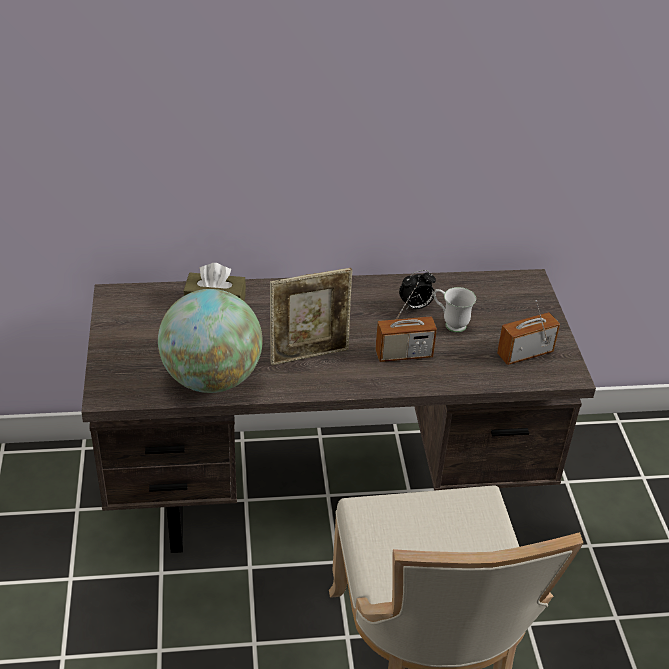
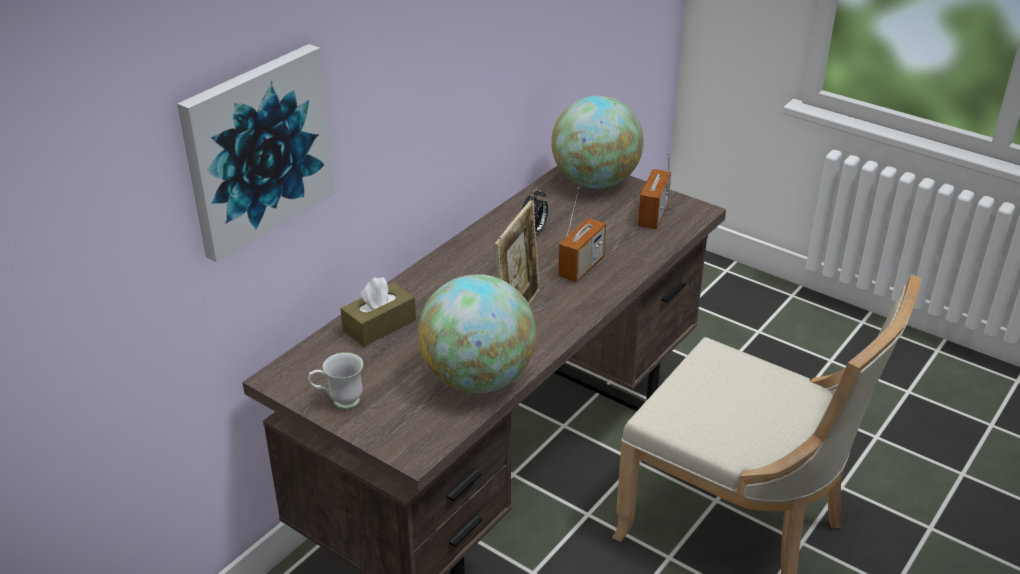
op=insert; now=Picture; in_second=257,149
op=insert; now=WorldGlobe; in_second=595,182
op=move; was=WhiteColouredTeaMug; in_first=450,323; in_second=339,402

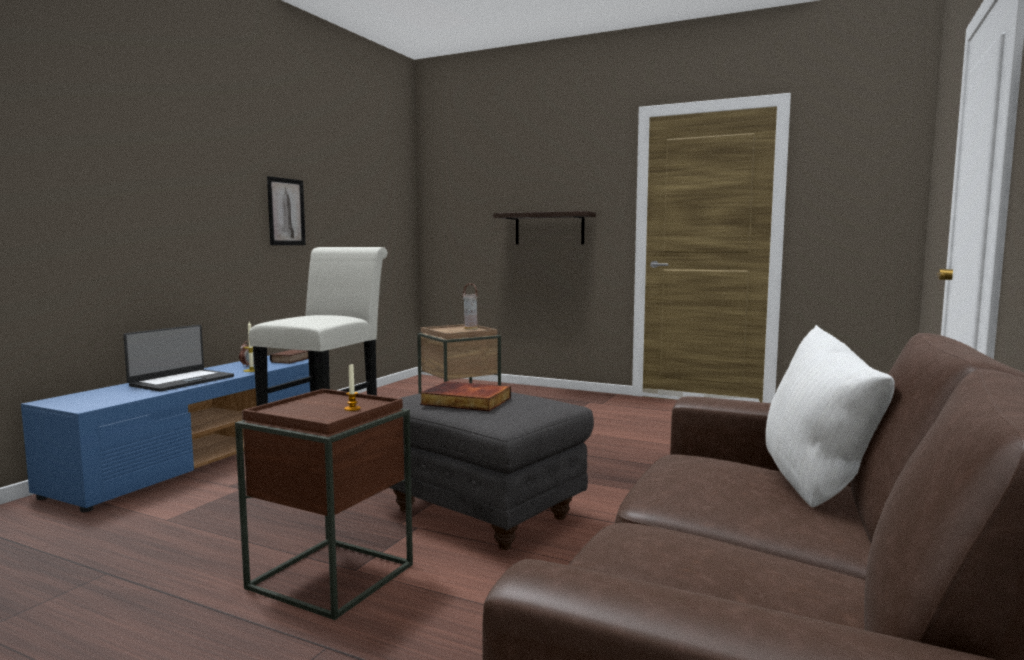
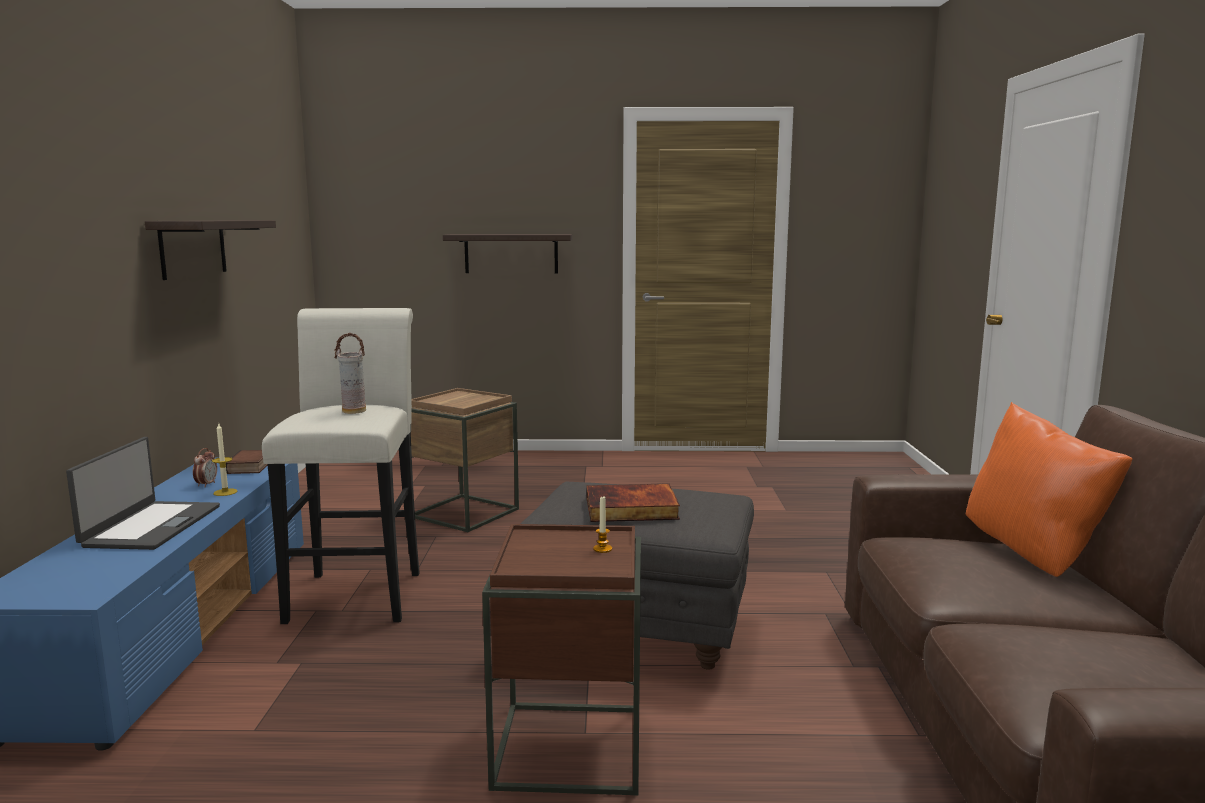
op=move; was=Vase; in_first=470,329; in_second=353,411
op=replace; was=Picture; now=WallShelf; in_first=286,212; in_second=193,248
op=recolor; was=WhiteColouredCushion; now=OrangeColouredCushion; in_first=820,488; in_second=1033,555

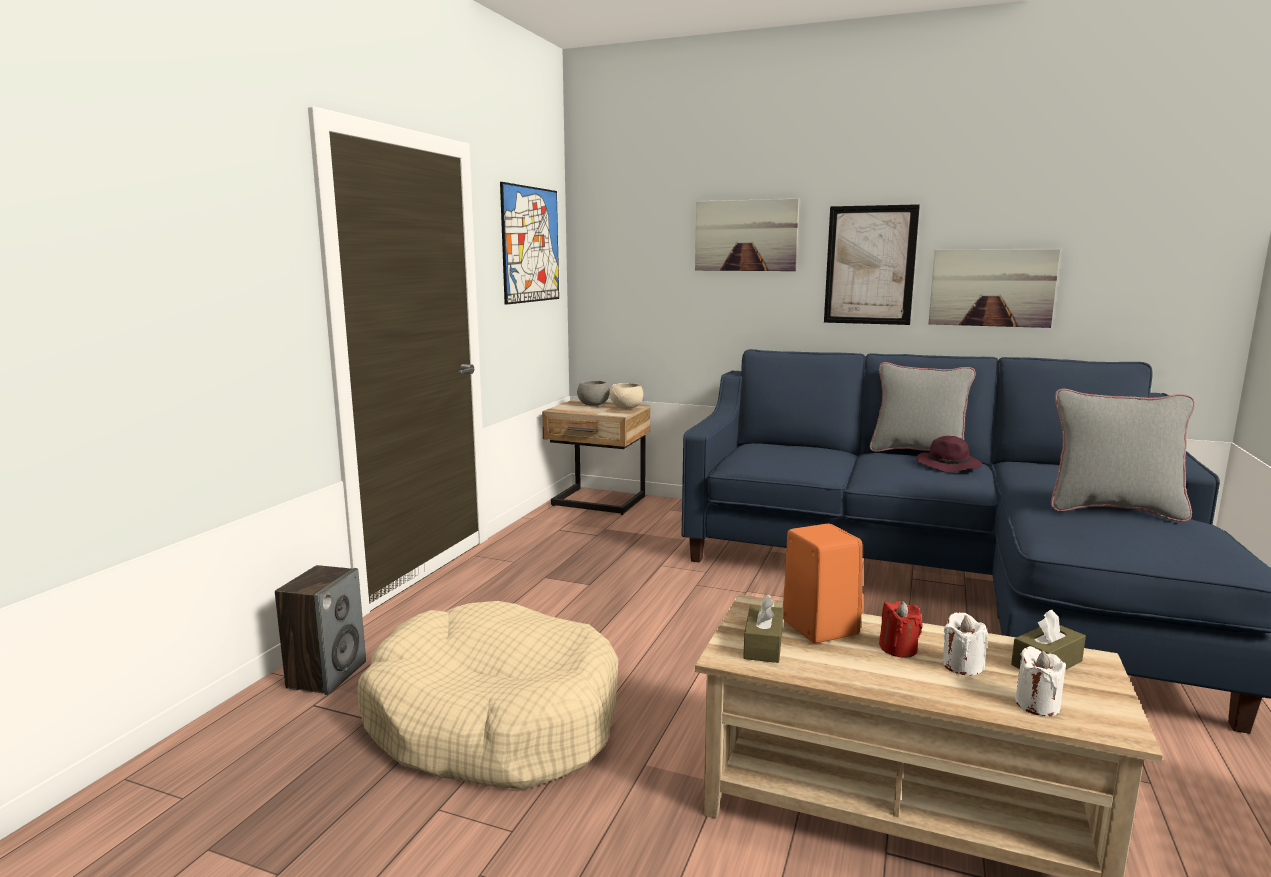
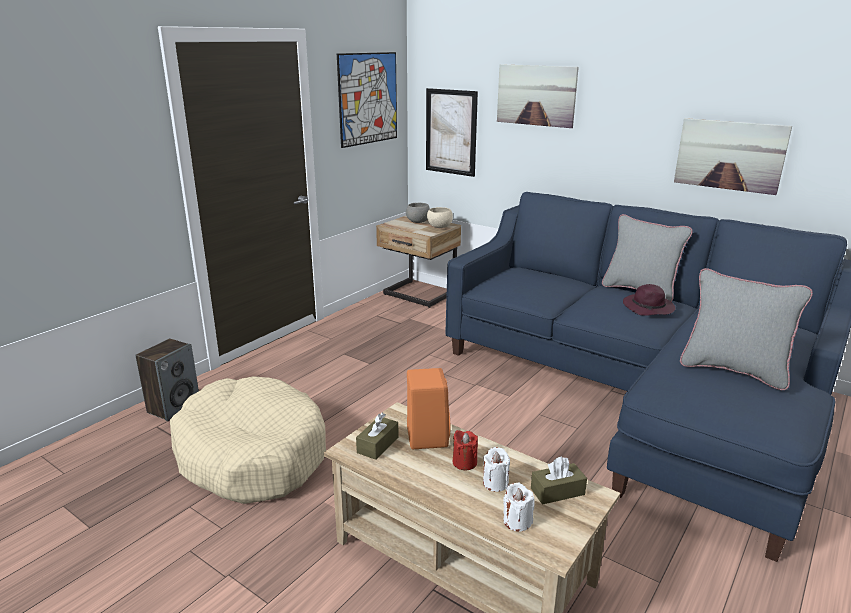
op=move; was=Picture; in_first=870,265; in_second=451,132

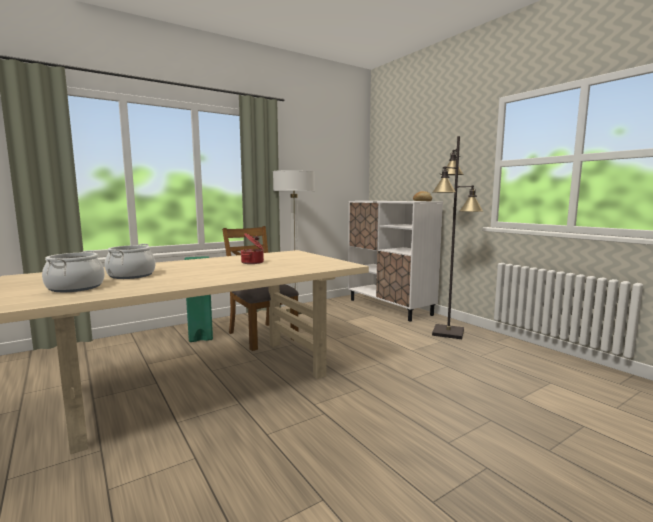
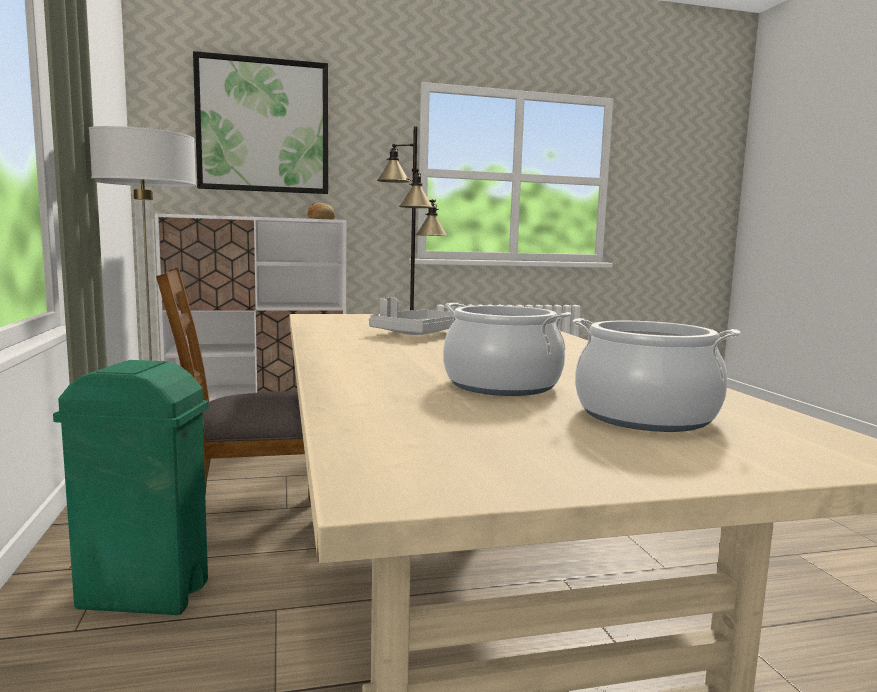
op=insert; now=Picture; in_second=263,126
op=replace; was=Saucepot; now=GreyCarryingTray; in_first=253,262; in_second=418,334

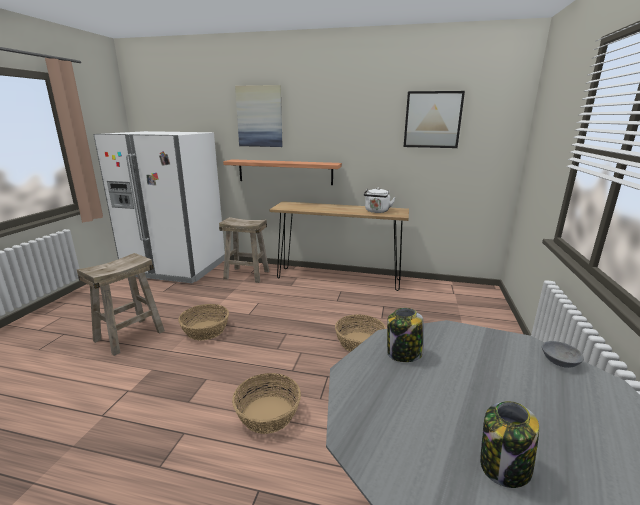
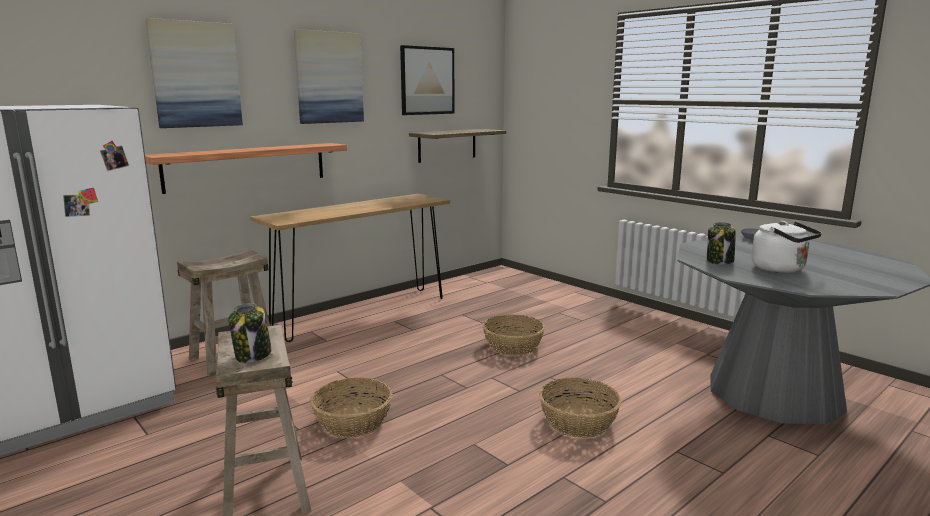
op=insert; now=Picture; in_second=329,77
op=insert; now=WallShelf; in_second=447,145
op=move; was=WhiteColouredWaterKettle; in_first=376,211; in_second=781,269
op=move; was=PreserveJar; in_first=504,467; in_second=253,355

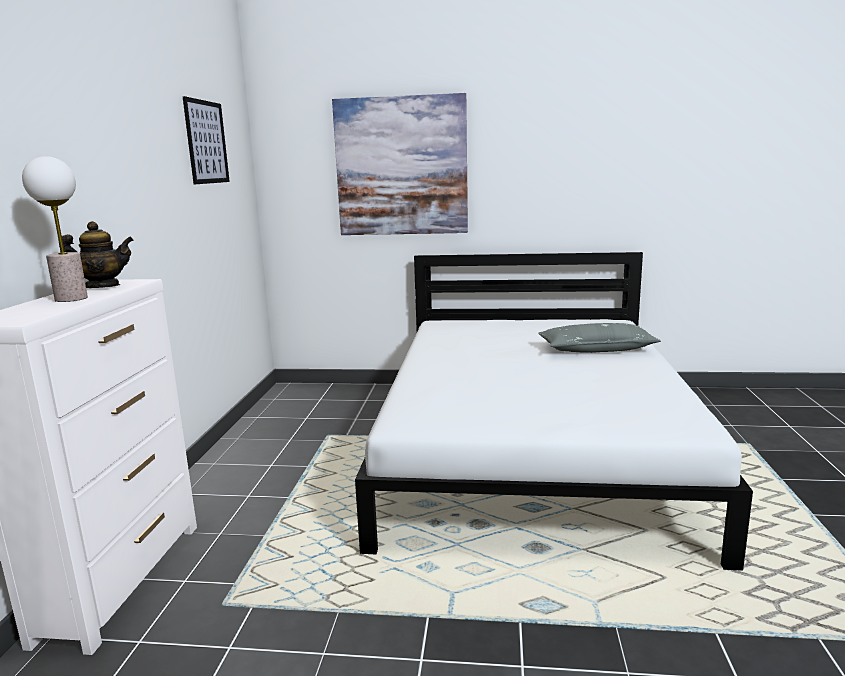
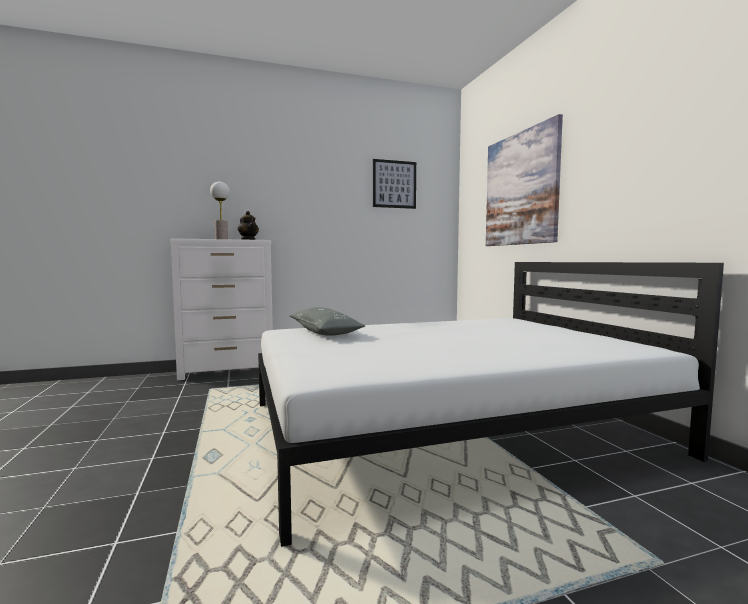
op=move; was=GreyCushion; in_first=597,349; in_second=325,332

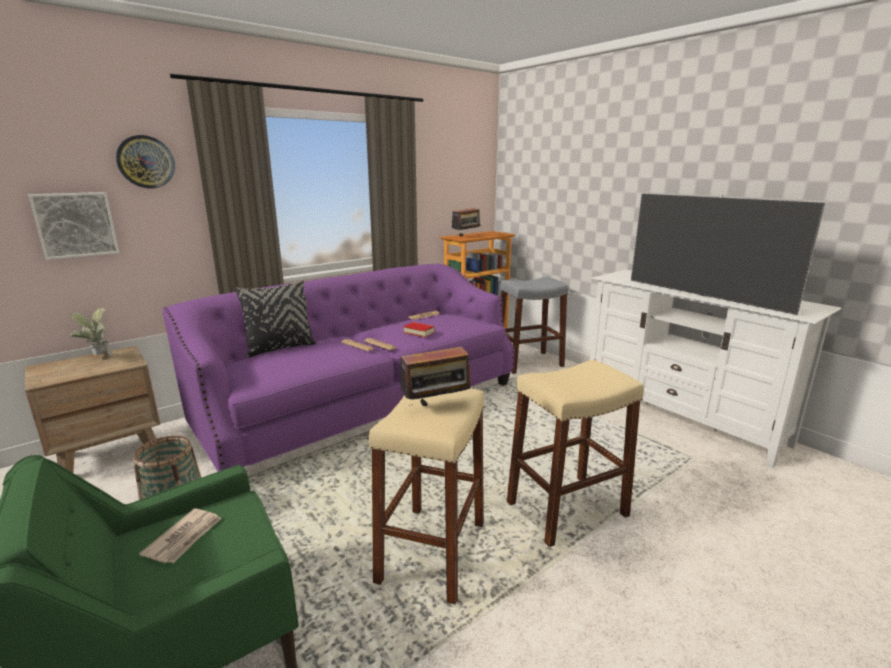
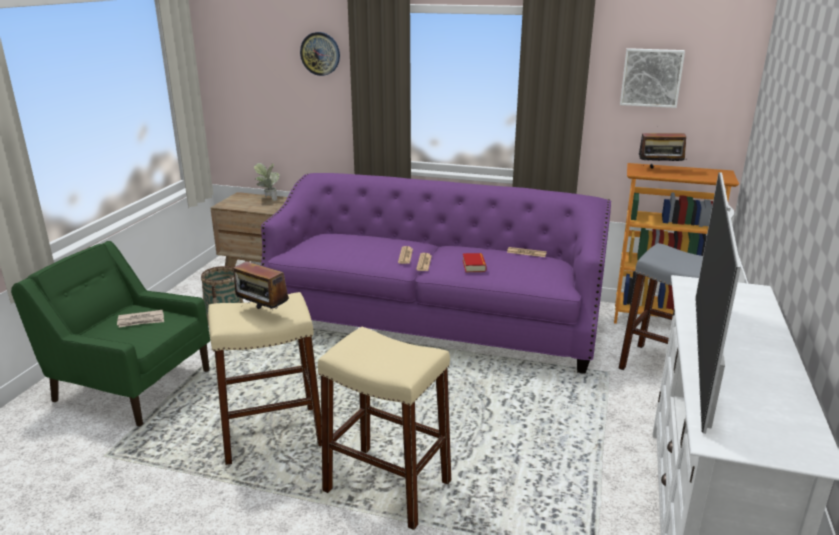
op=delete; was=BlackColouredCushion; in_first=280,348
op=move; was=Picture; in_first=76,224; in_second=651,77

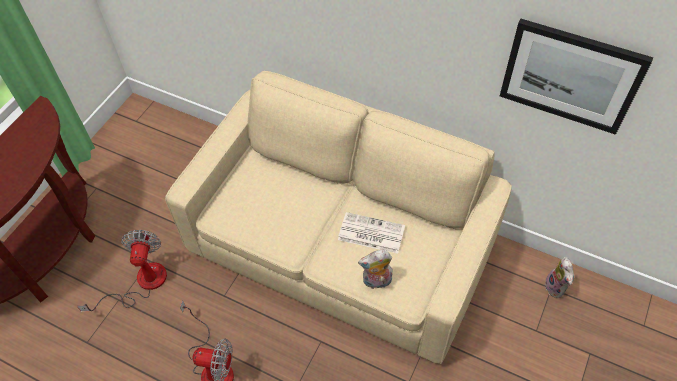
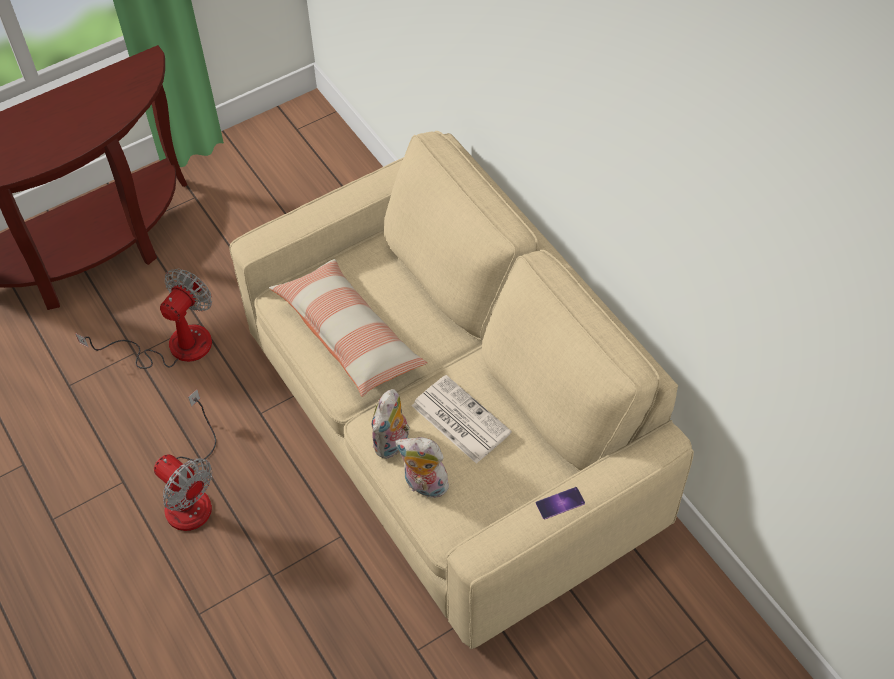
op=delete; was=Picture; in_first=570,76
op=insert; now=Cushion; in_second=349,336
op=insert; now=Telephone; in_second=560,503
op=move; was=CuddlyToy; in_first=556,287; in_second=392,444

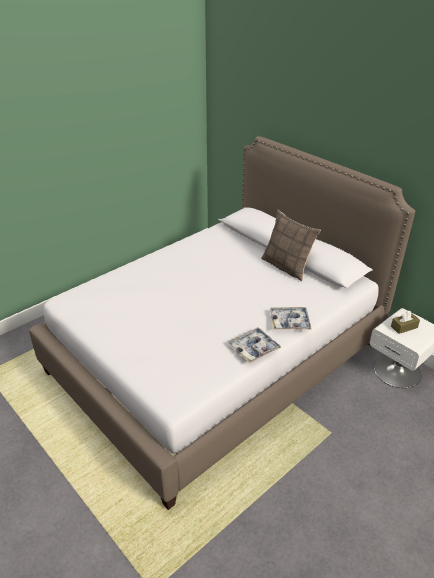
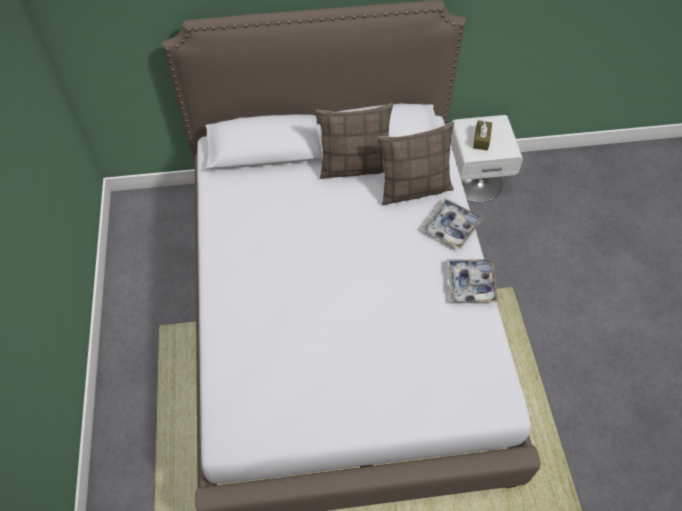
op=insert; now=Cushion; in_second=414,188

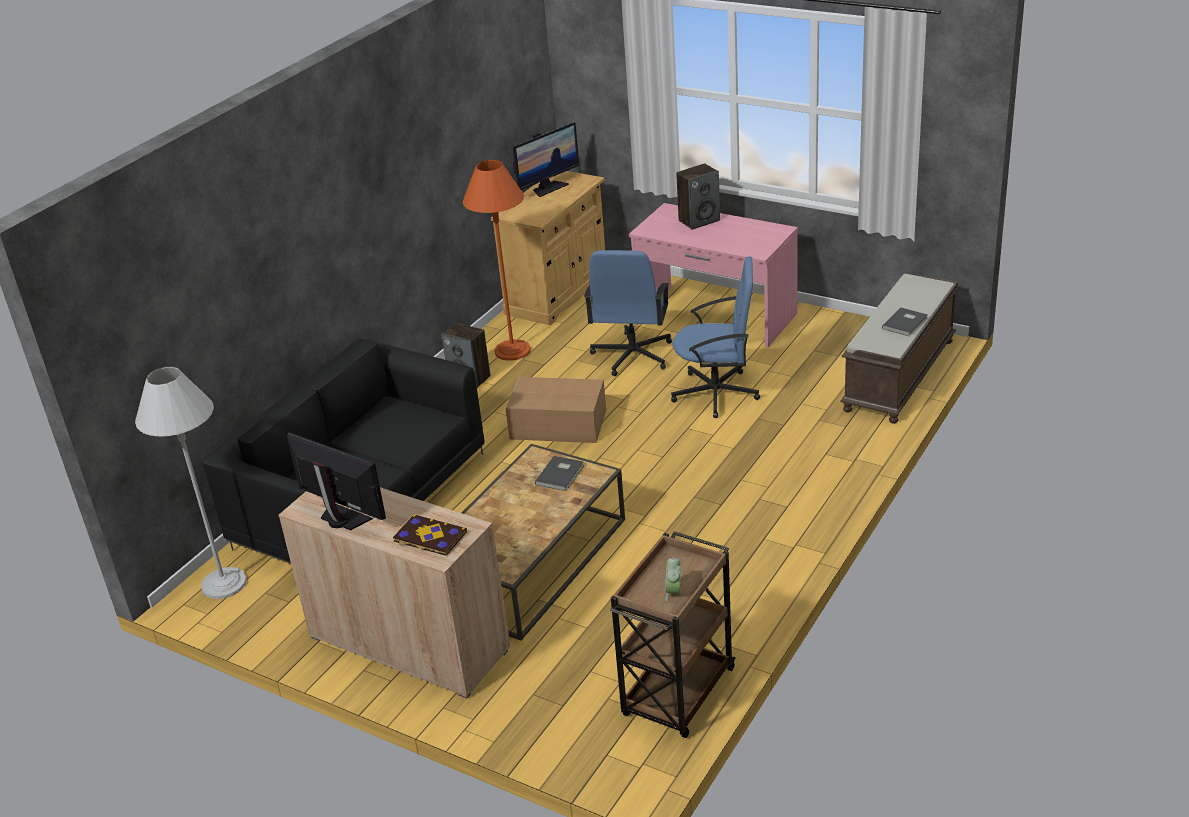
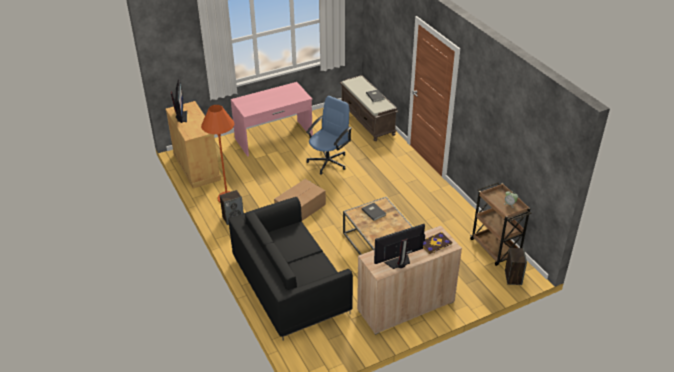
op=delete; was=WhiteColouredStandardLamp; in_first=224,583
op=delete; was=BlueOfficeChair; in_first=632,355
op=move; was=Speaker; in_first=699,220; in_second=513,277

